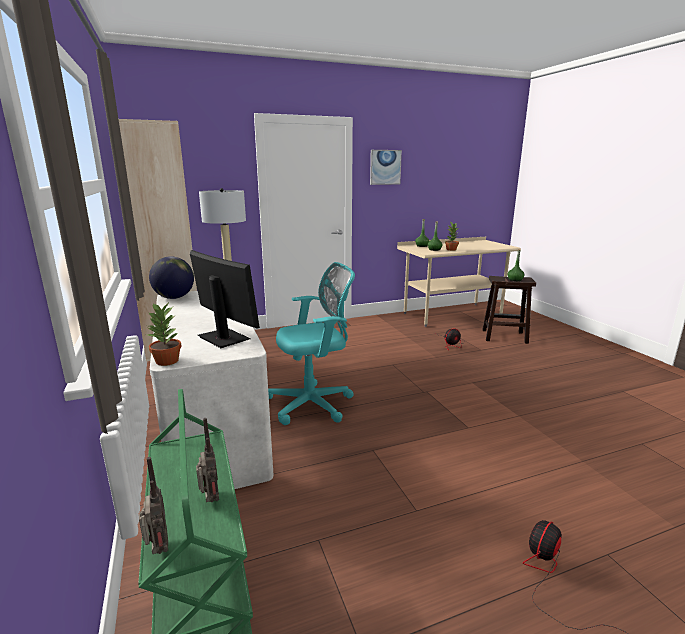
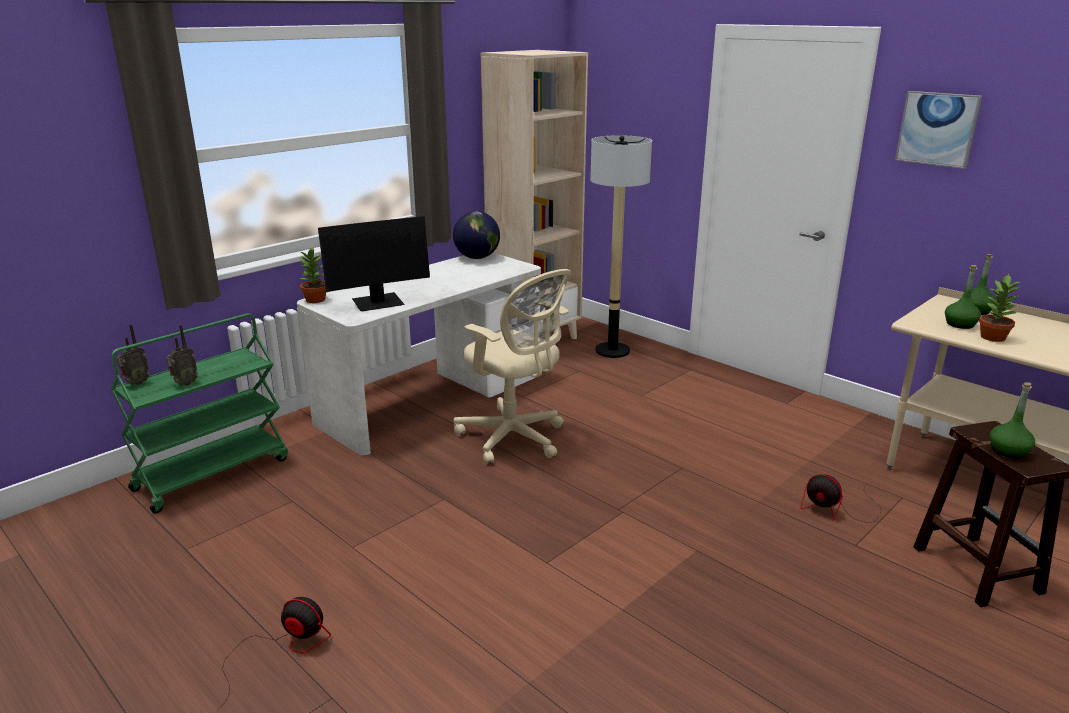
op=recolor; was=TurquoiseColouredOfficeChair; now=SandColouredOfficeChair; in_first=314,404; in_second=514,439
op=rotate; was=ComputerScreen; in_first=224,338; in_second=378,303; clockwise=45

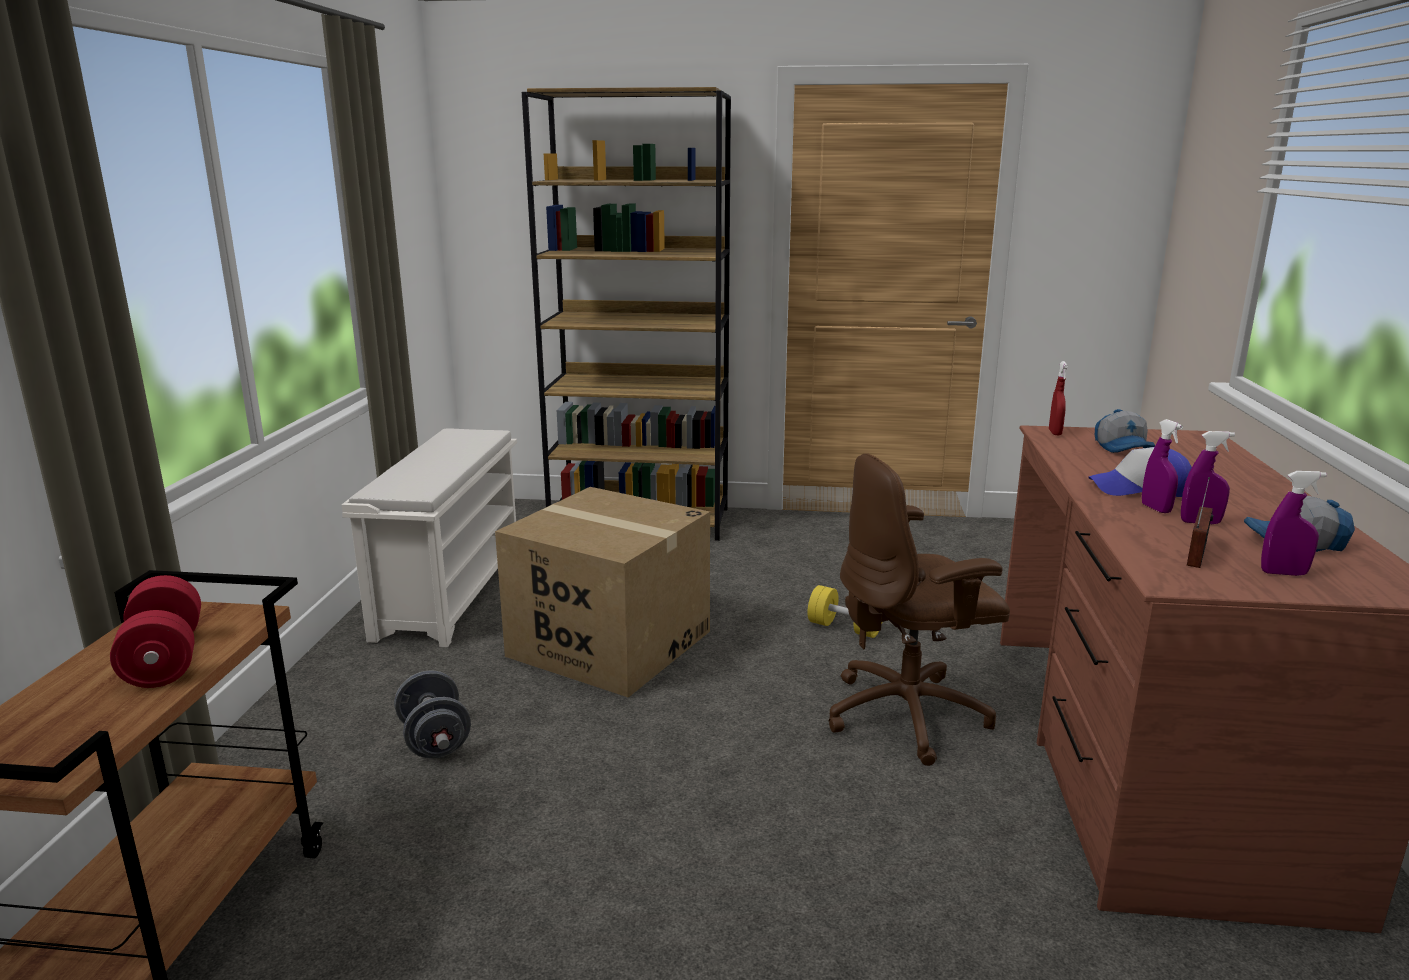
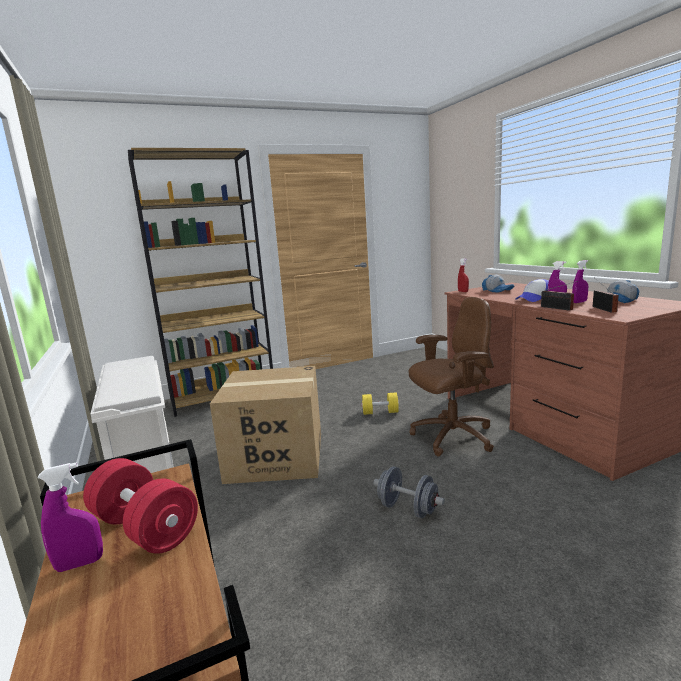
op=insert; now=RadioSet; in_second=558,308
op=move; was=GreyFreeWeight; in_first=435,740; in_second=408,509
op=move; was=PurpleColouredSprayBottle; in_first=1283,573; in_second=79,564
op=rotate; was=BrownOfficeChair; in_first=909,715; in_second=451,437; clockwise=-150

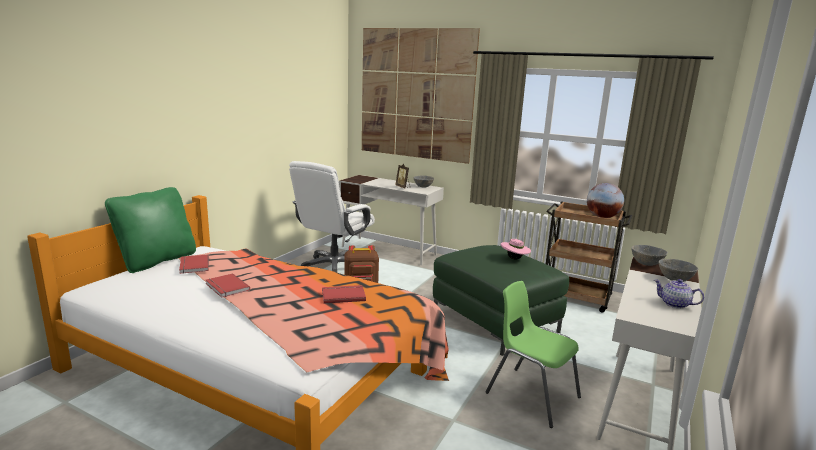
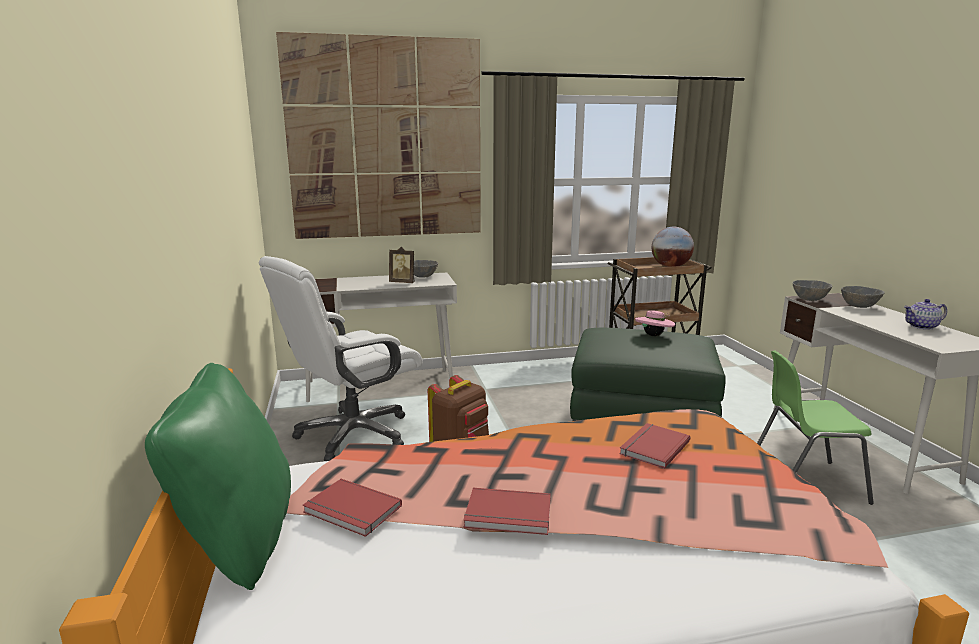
op=rotate; was=WhiteColouredOfficeChair; in_first=334,267; in_second=353,435; clockwise=60

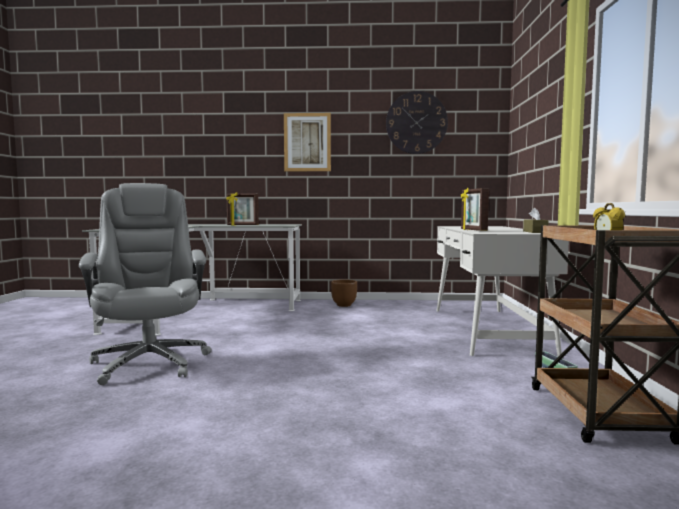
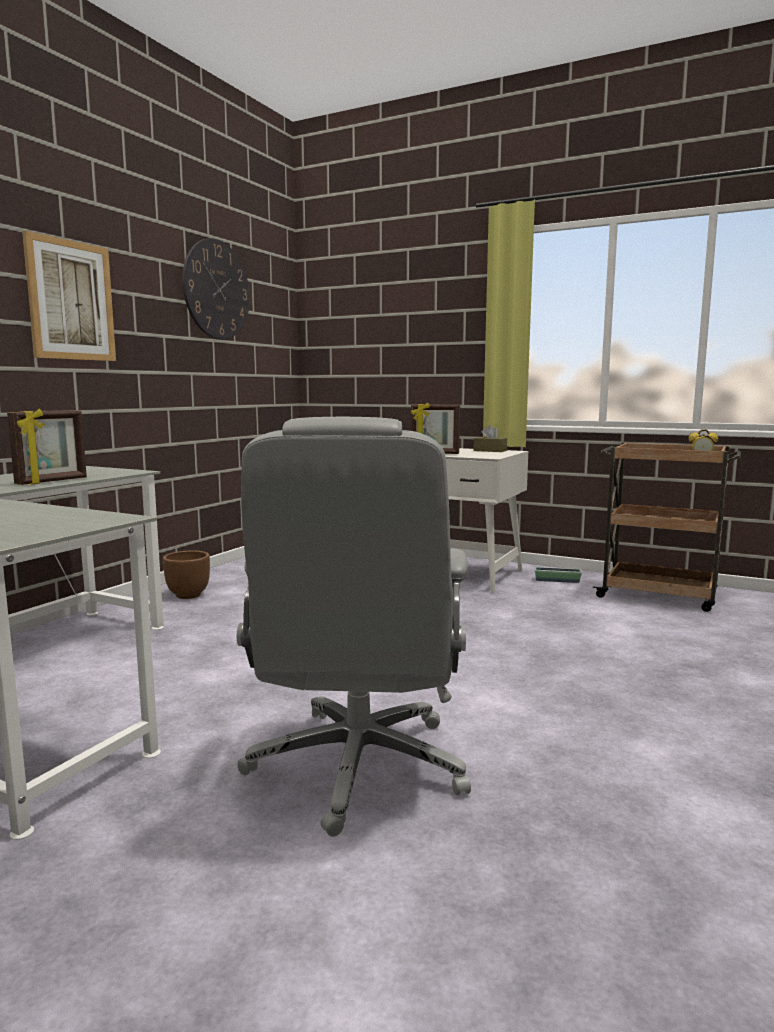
op=rotate; was=GreyOfficeChair; in_first=150,362; in_second=357,768; clockwise=-90

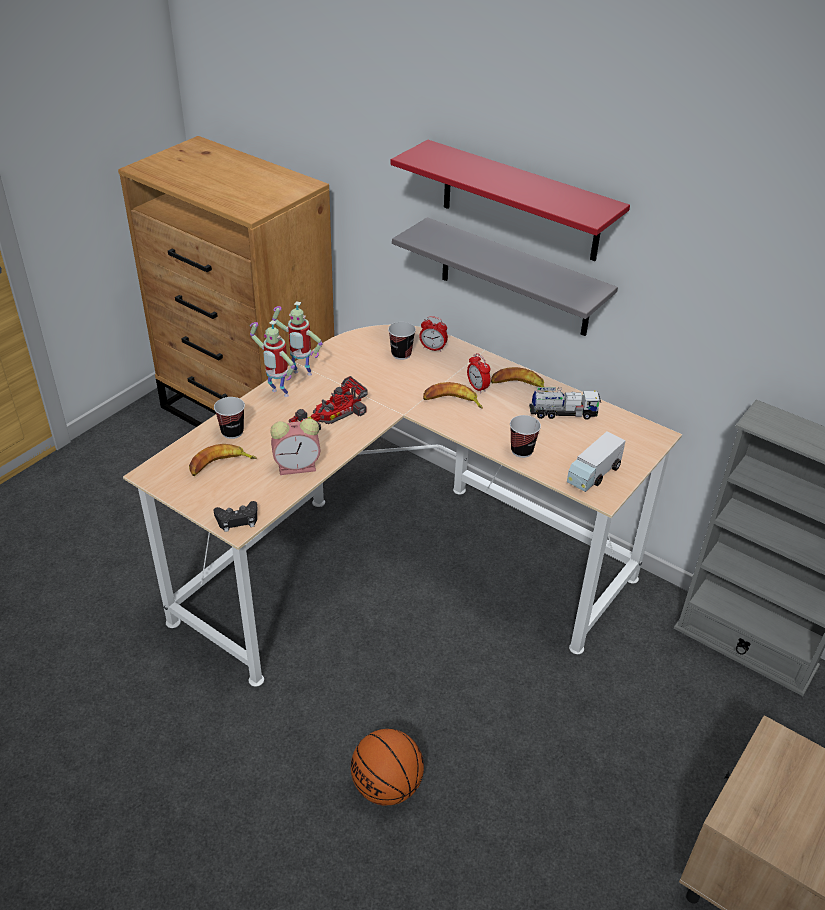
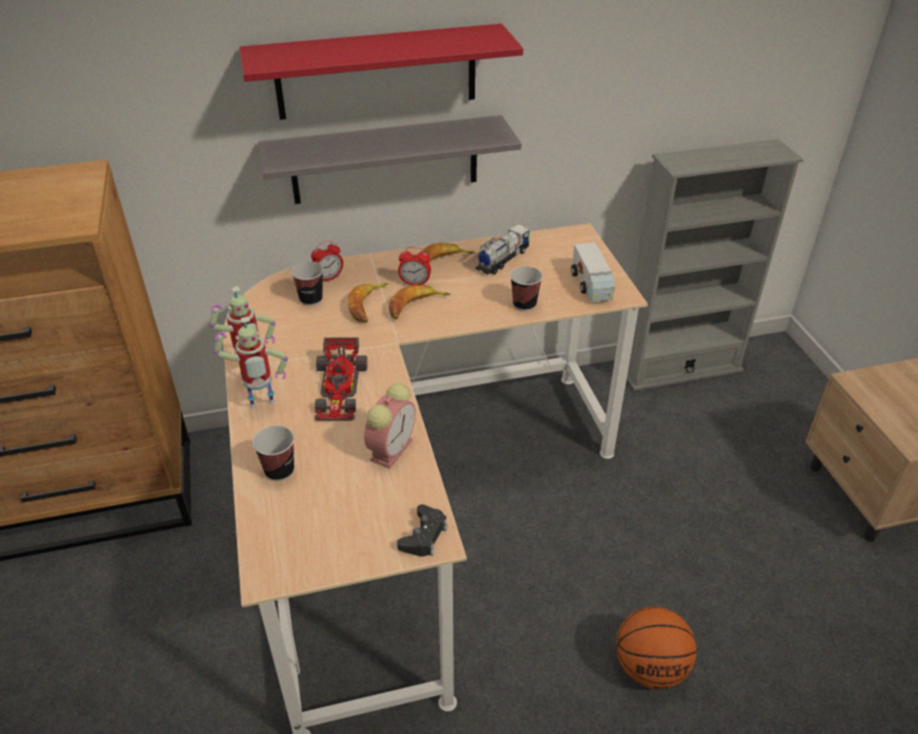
op=move; was=WholeBanana; in_first=220,465; in_second=368,306

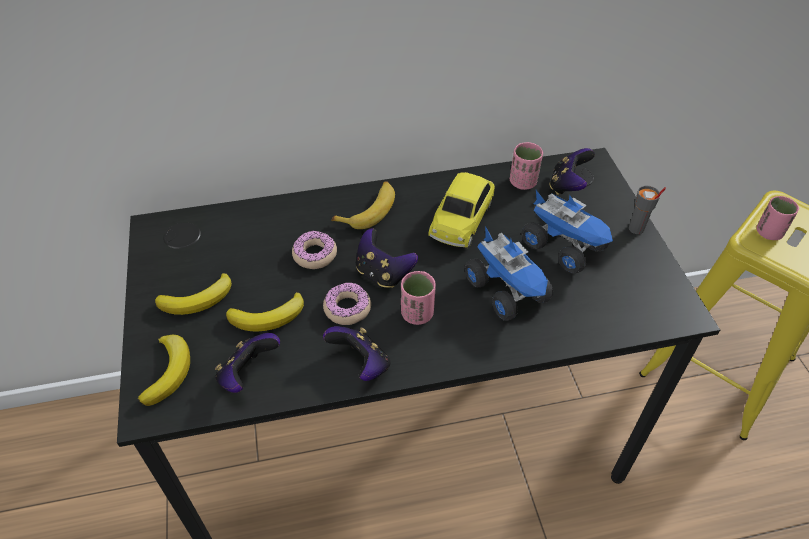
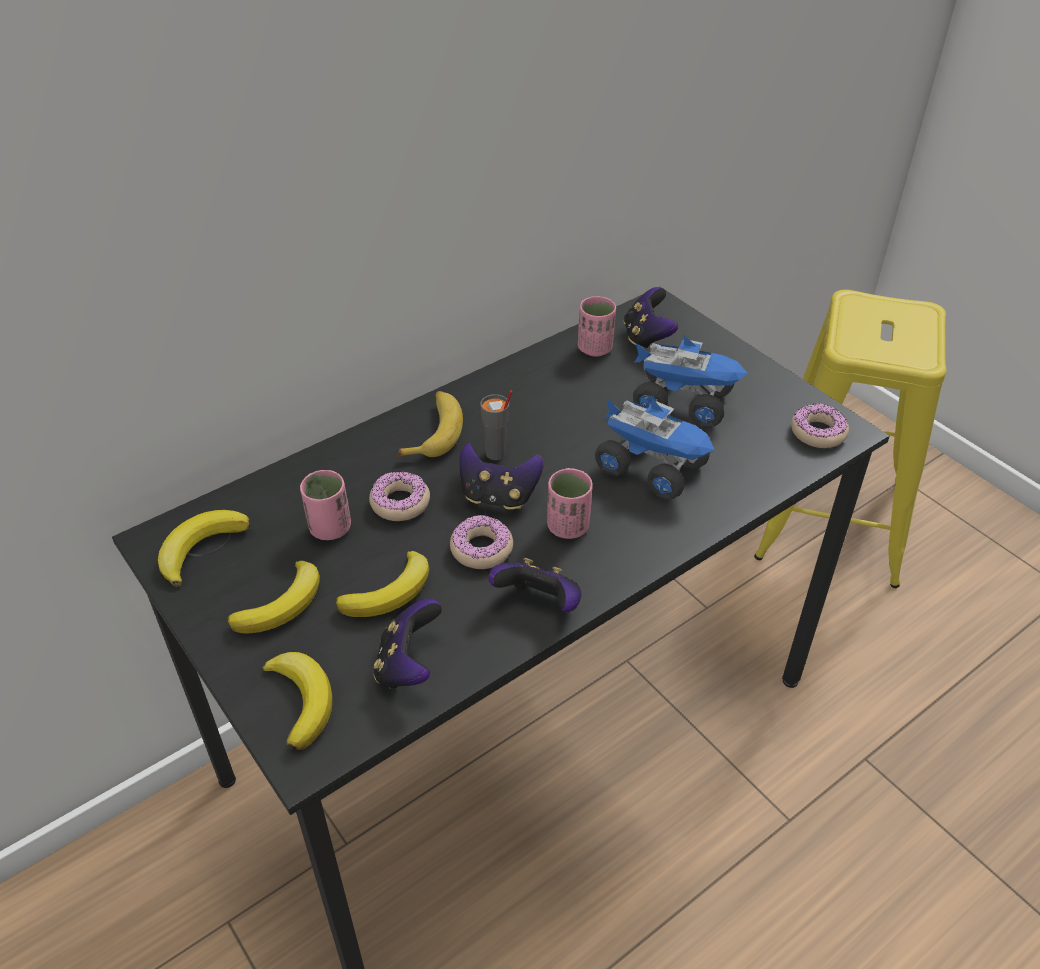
op=delete; was=ModelCar; in_first=462,219
op=insert; now=WholeBanana; in_second=201,548
op=insert; now=RingDoughnut; in_second=818,432
op=move; was=GreySmallCup; in_first=636,229; in_second=496,454
op=move; was=PinkishSmallCup; in_first=768,233; in_second=330,528

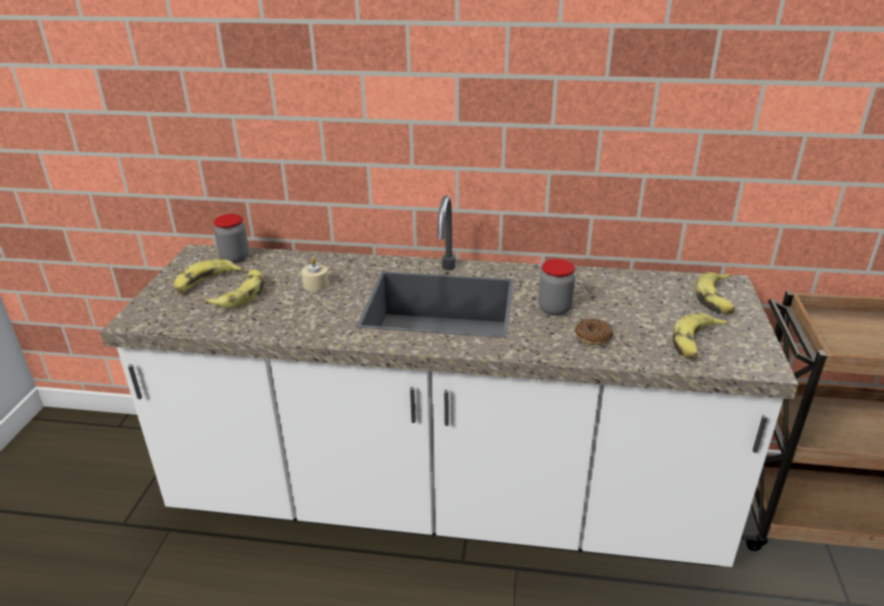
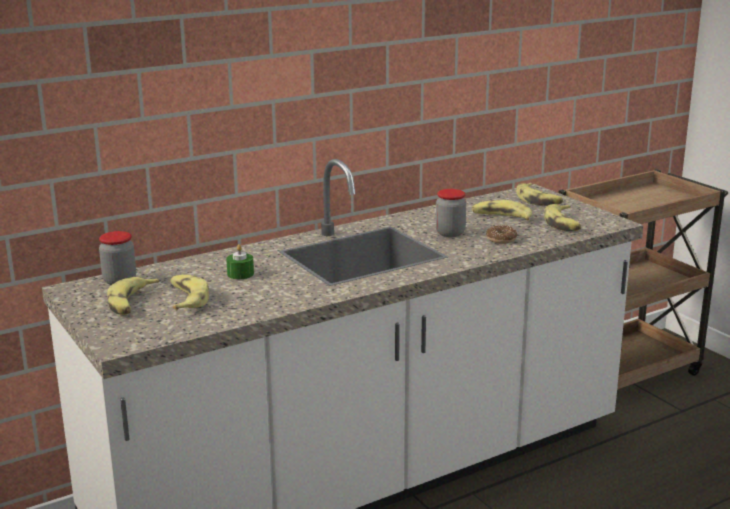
op=insert; now=WholeBanana; in_second=501,218
op=recolor; was=SandColouredWaxCandle; now=GreenWaxCandle; in_first=316,284; in_second=240,274

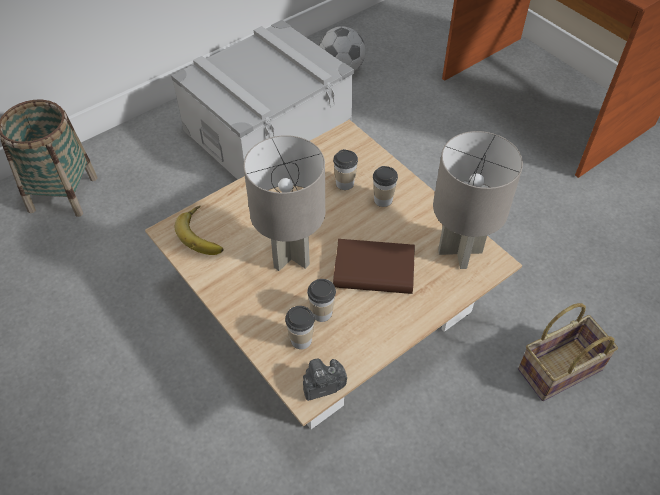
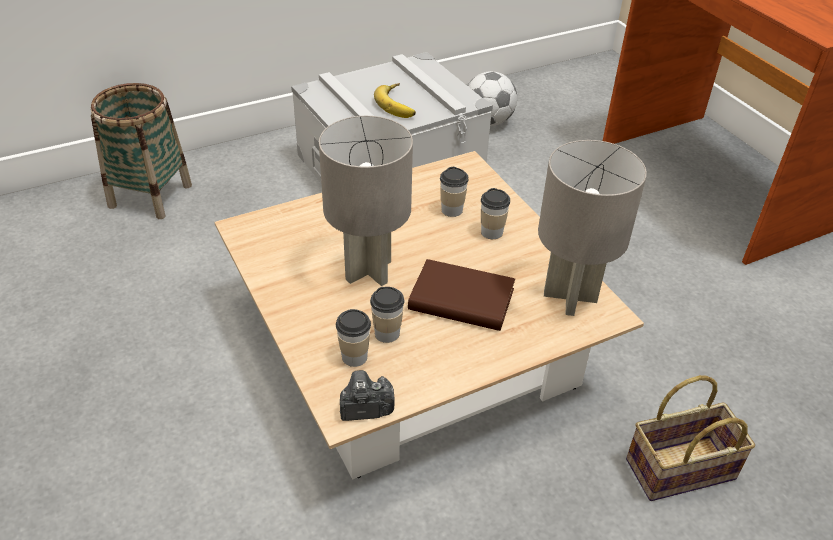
op=move; was=WholeBanana; in_first=203,234; in_second=399,104

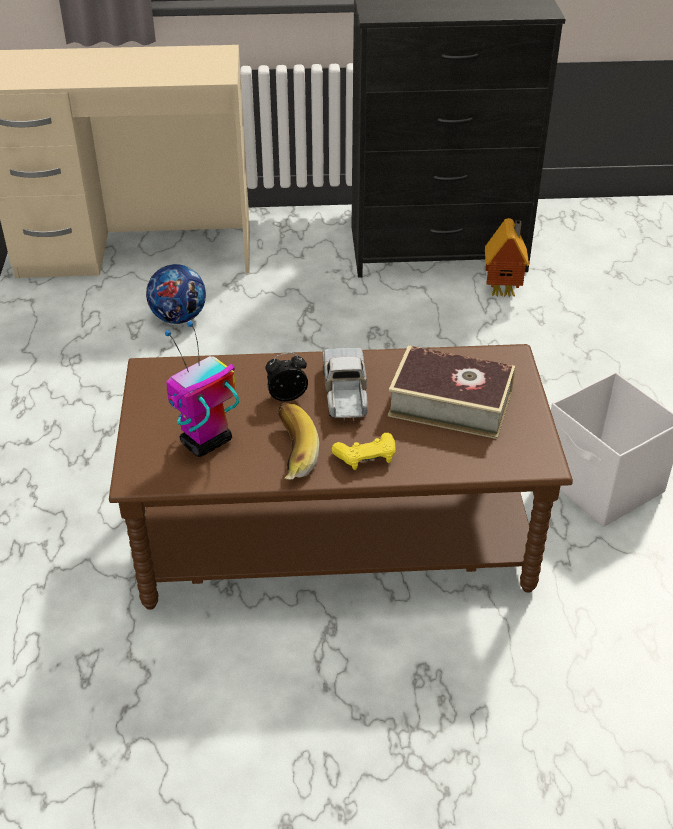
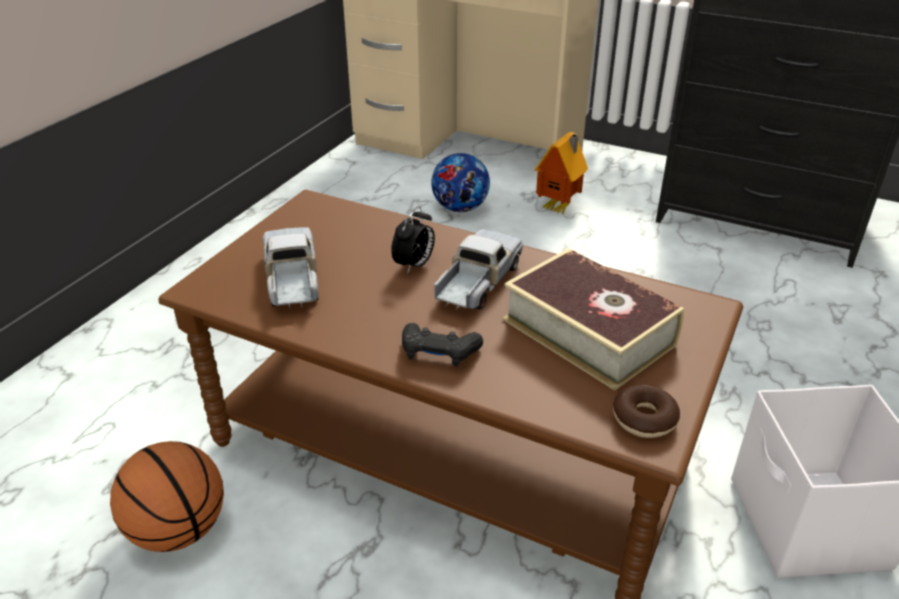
op=delete; was=WholeBanana; in_first=288,453
op=insert; now=BasketballBall; in_second=179,530
op=insert; now=RingDoughnut; in_second=644,419
op=move; was=MiniatureHouse; in_first=504,291; in_second=559,208
op=replace; was=RobotFigure; now=ToyLorry; in_first=205,443; in_second=292,280
op=recolor; was=YellowJoypad; now=BlackColouredJoypad; in_first=366,457; in_second=439,353
op=rotate; was=TableClock; in_first=287,396; in_second=414,265; clockwise=105

